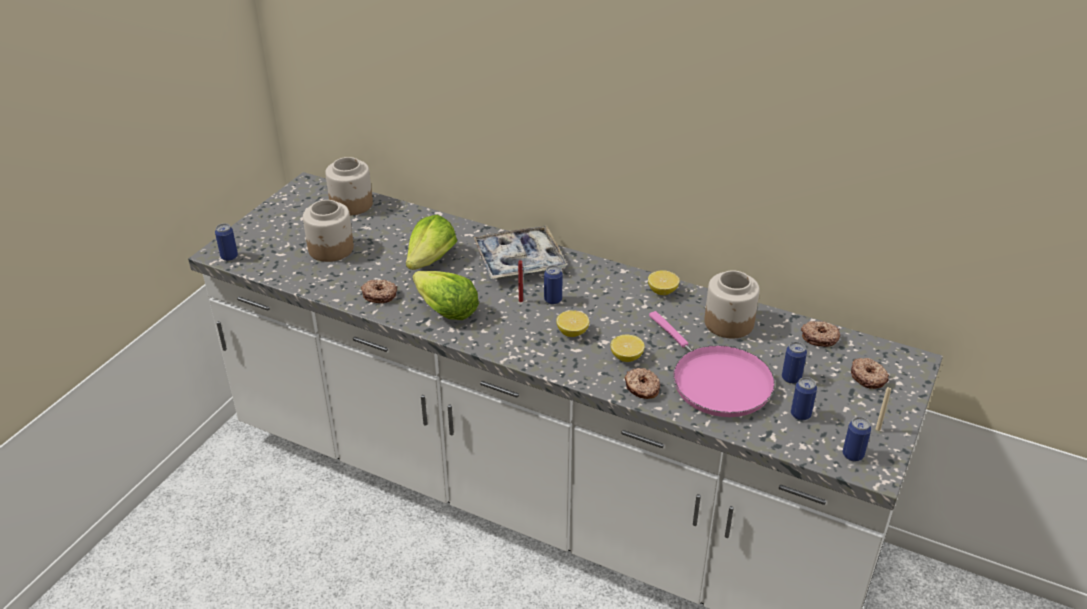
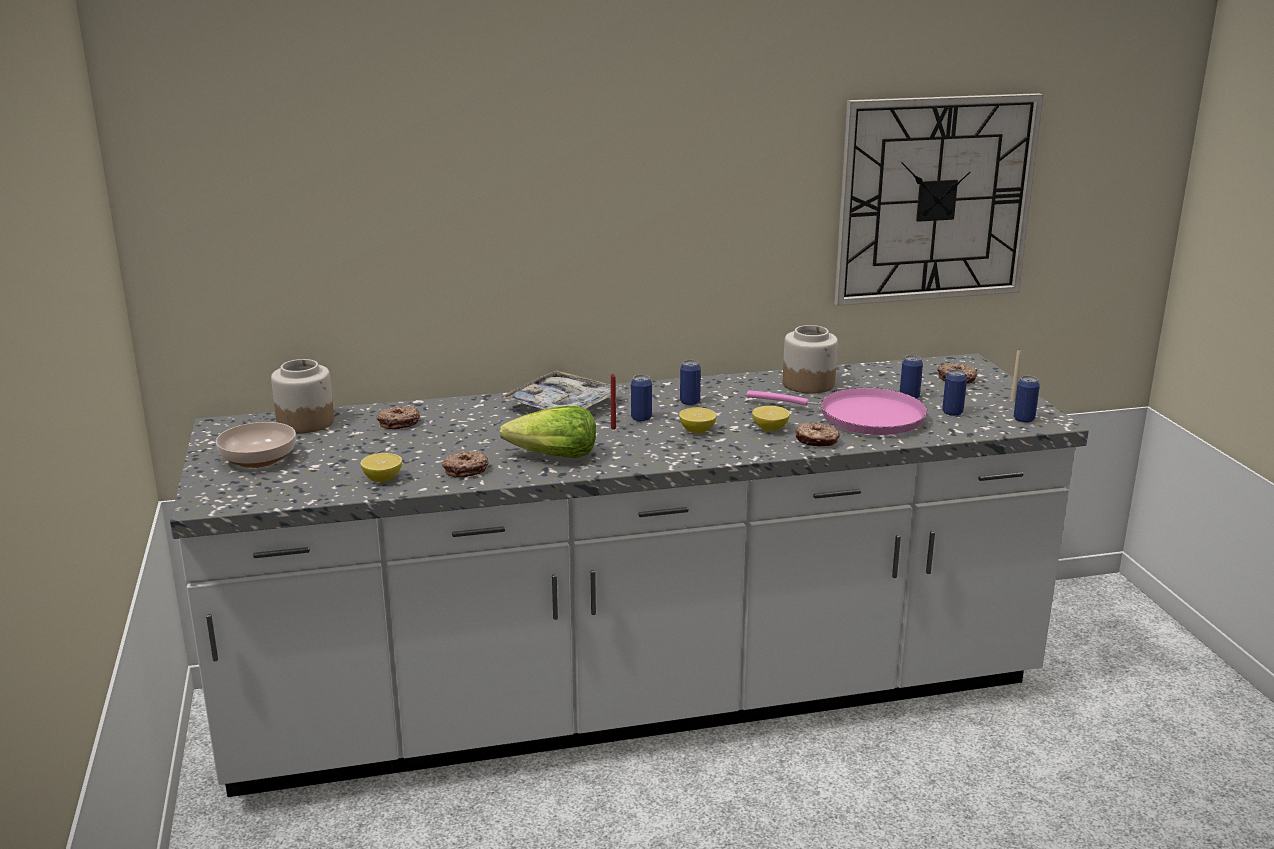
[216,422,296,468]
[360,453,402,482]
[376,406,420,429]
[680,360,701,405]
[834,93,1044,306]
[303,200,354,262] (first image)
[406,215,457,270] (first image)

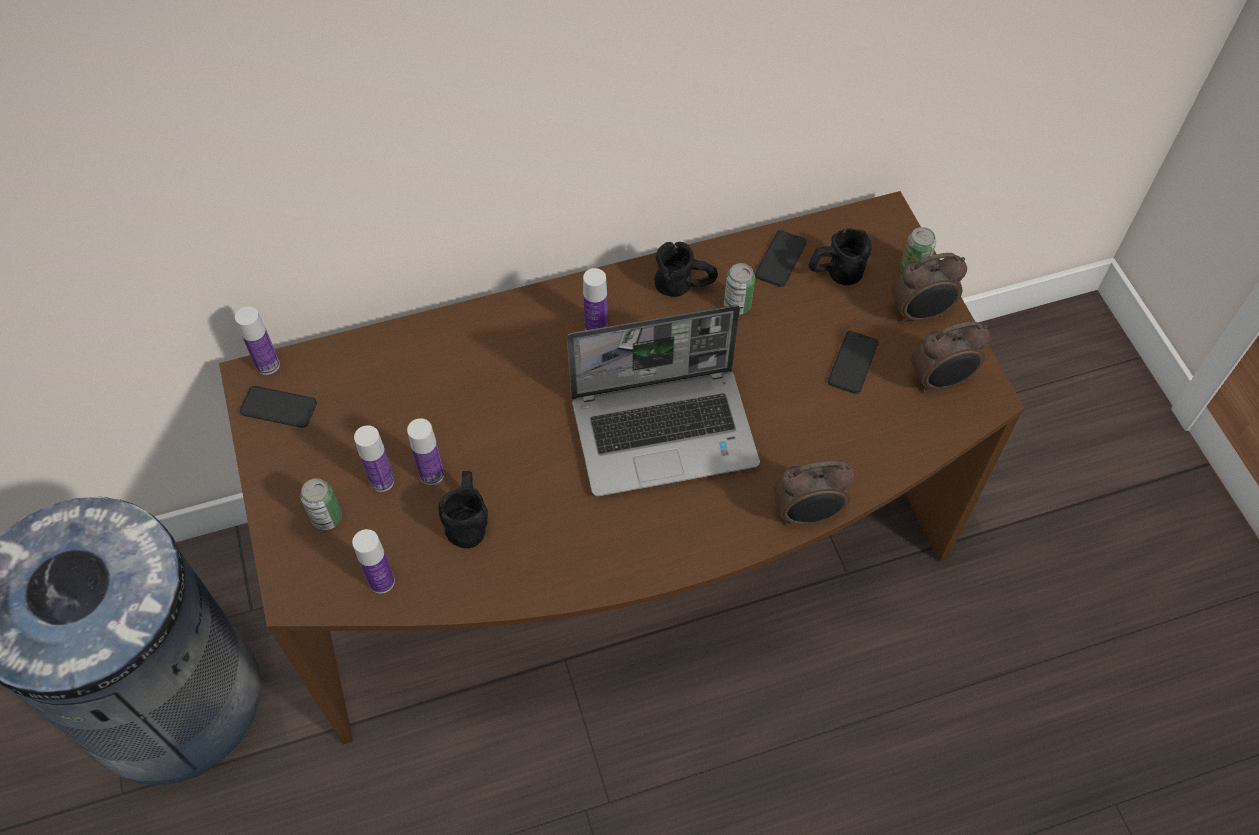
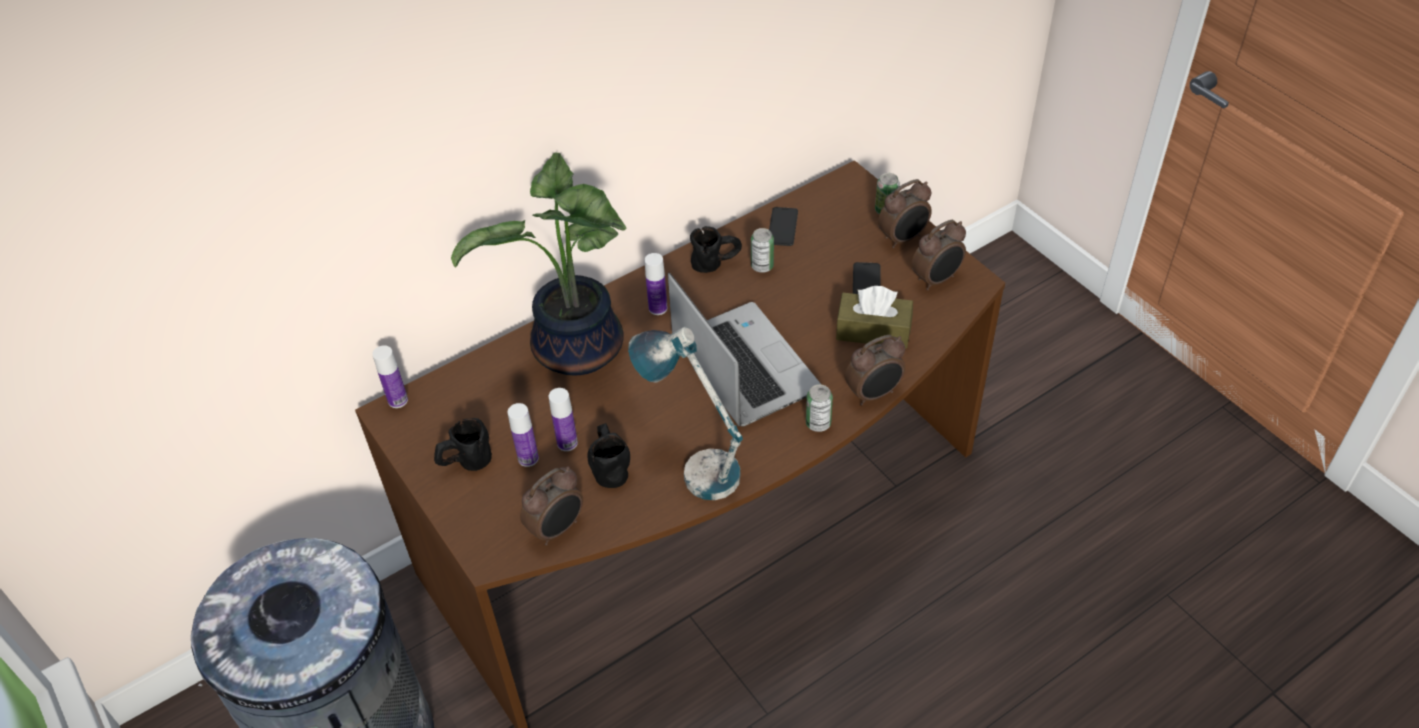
[434,418,492,471]
[451,153,626,376]
[520,466,583,546]
[628,327,743,500]
[668,273,821,427]
[806,384,833,432]
[836,286,913,348]
[240,386,317,428] (first image)

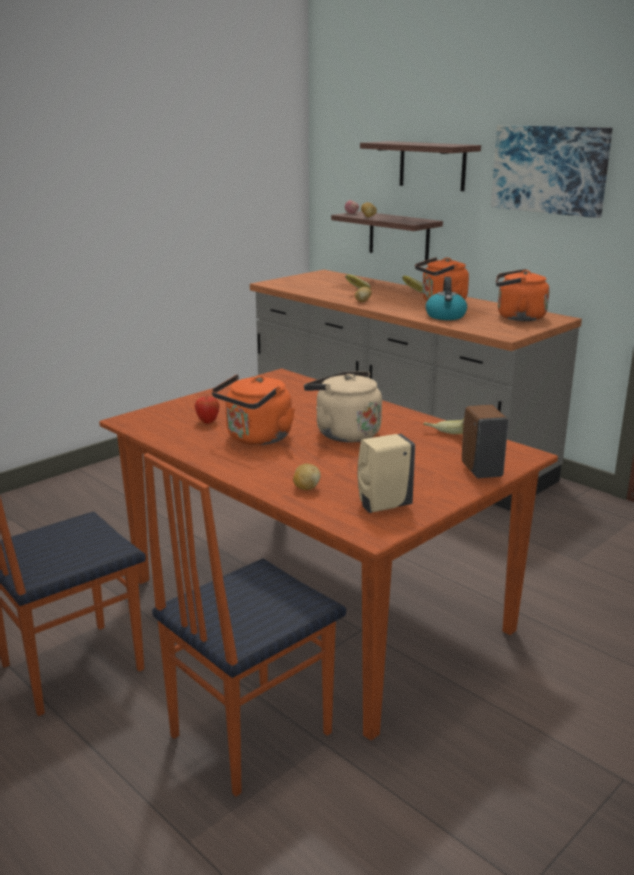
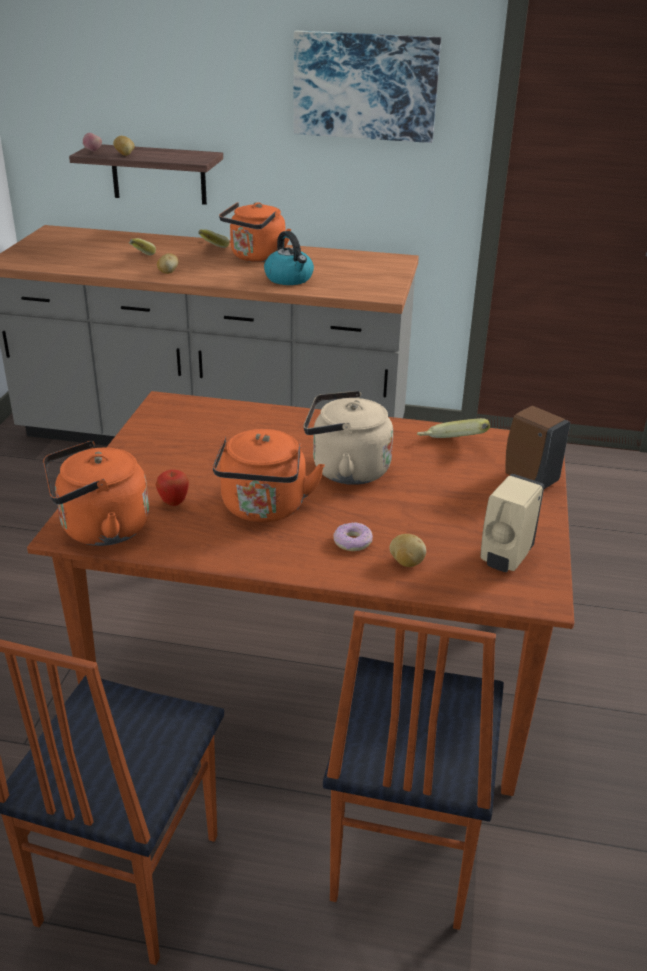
[43,441,149,546]
[333,522,373,551]
[360,141,481,191] (first image)

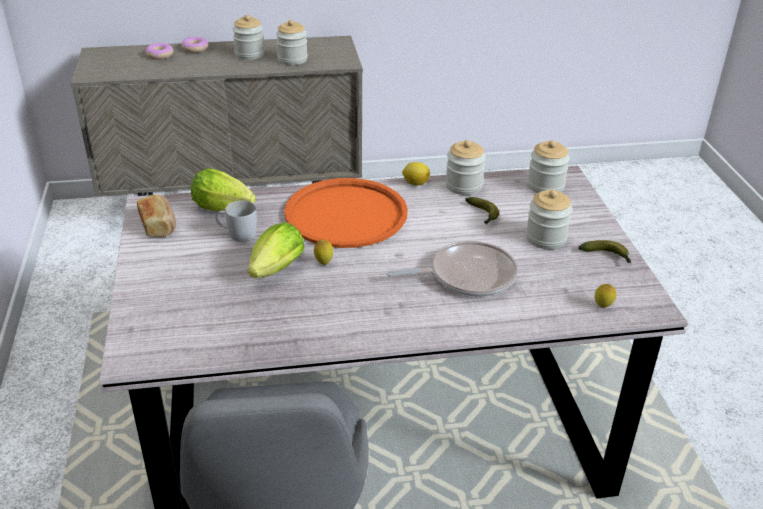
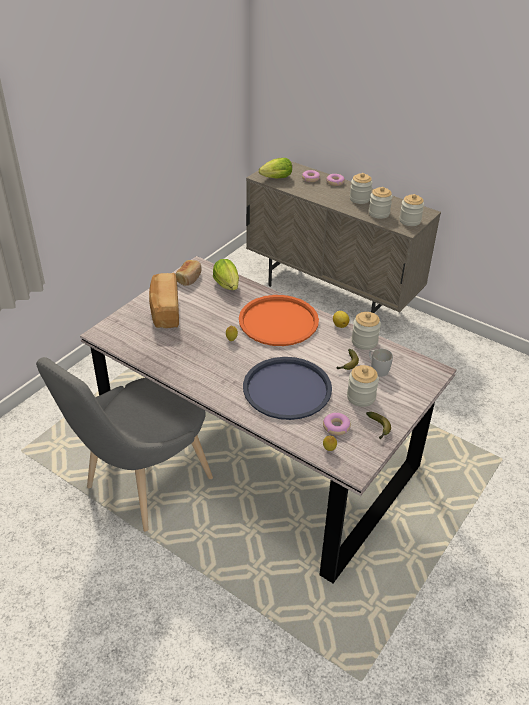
[149,273,179,328]
[243,357,332,420]
[259,158,292,178]
[323,413,351,435]
[369,348,393,377]
[399,194,424,226]

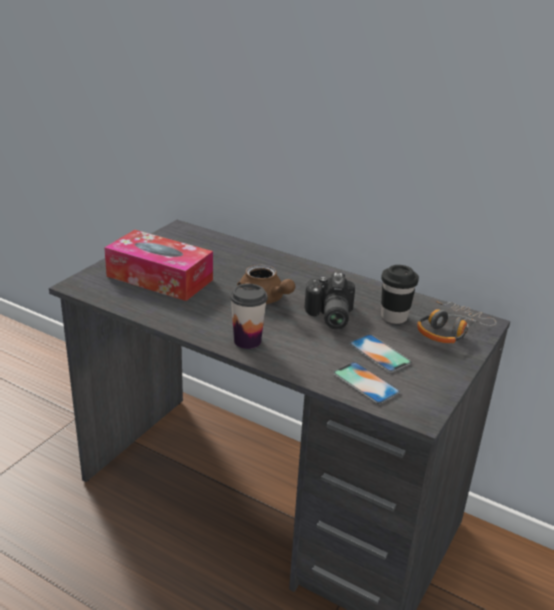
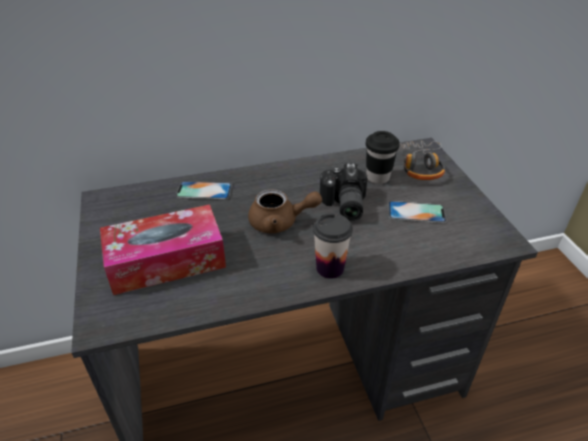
[176,181,232,200]
[320,163,367,221]

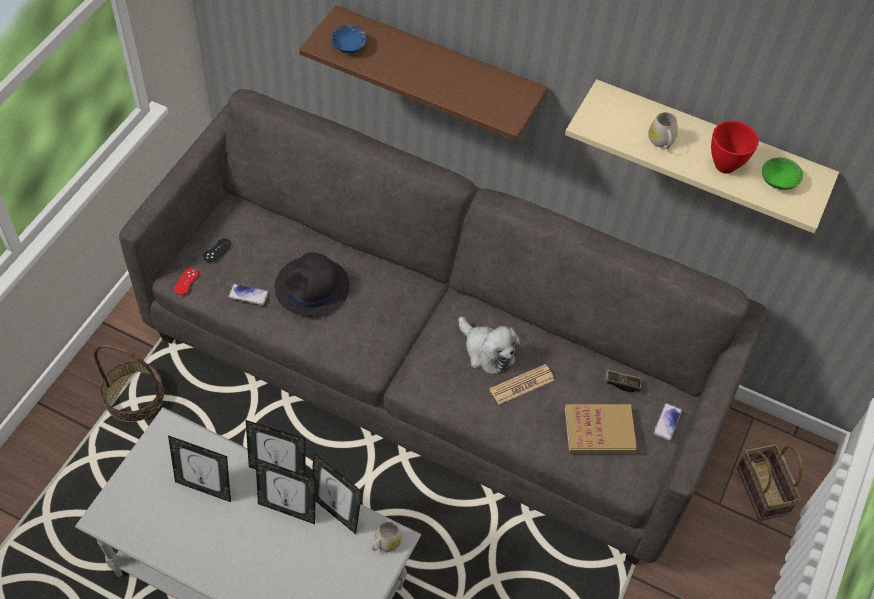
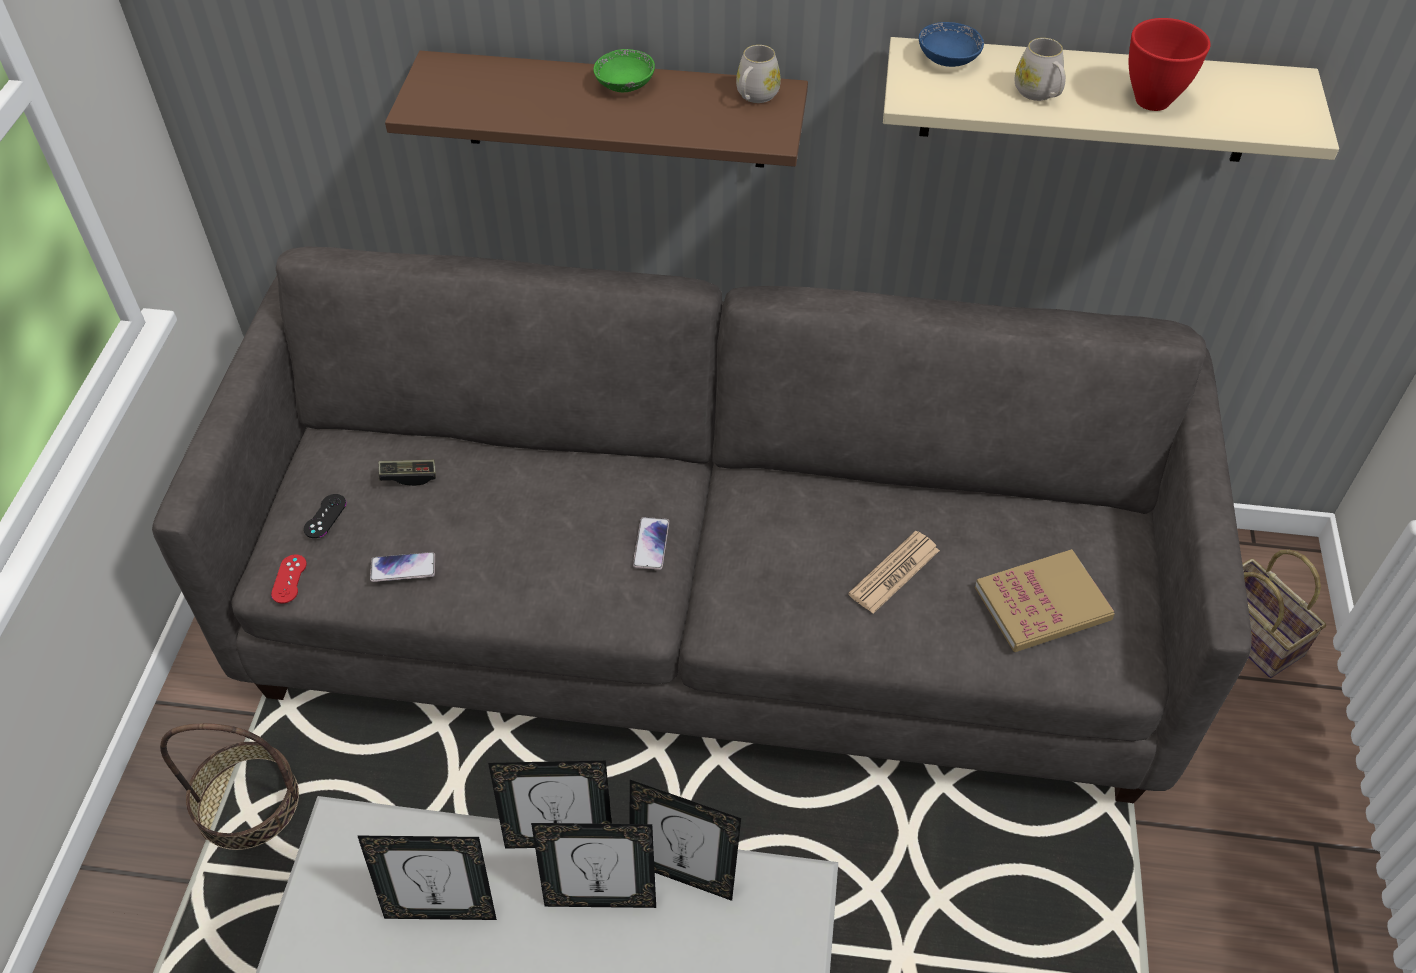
[378,460,436,486]
[593,49,655,92]
[633,517,669,570]
[736,45,781,103]
[919,22,984,67]
[275,252,350,317] (first image)
[459,317,520,374] (first image)

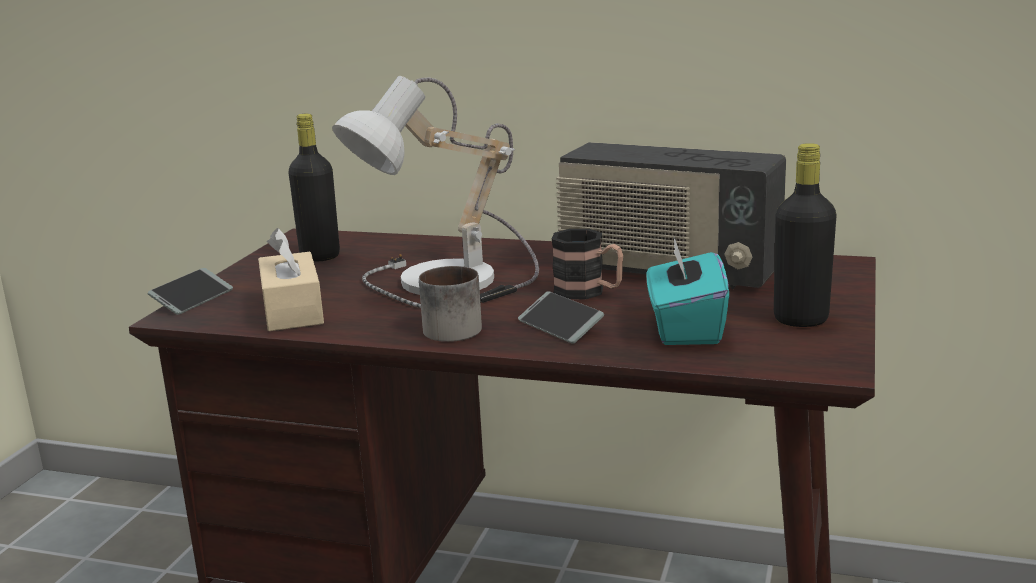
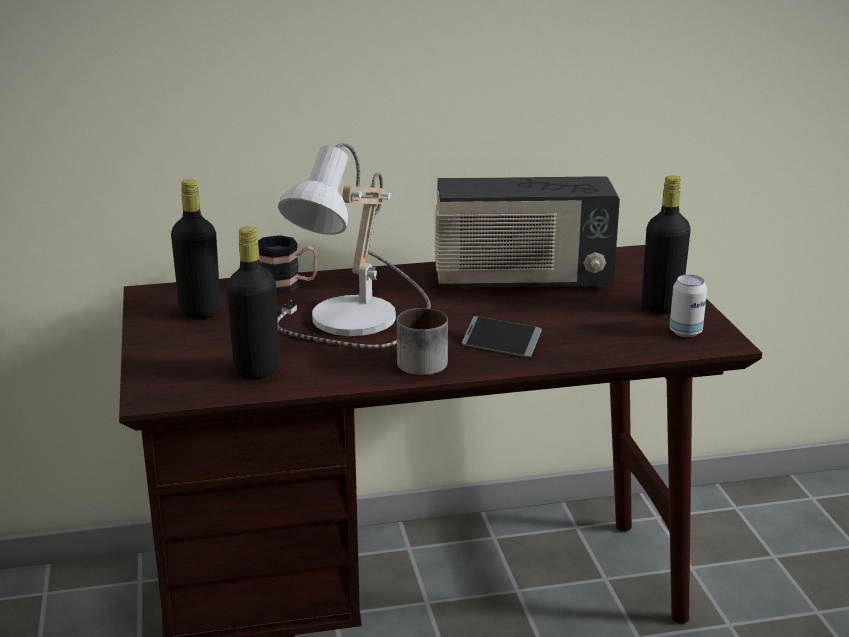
[227,226,279,379]
[258,235,317,295]
[669,275,707,337]
[148,268,233,315] (first image)
[647,237,729,345] (first image)

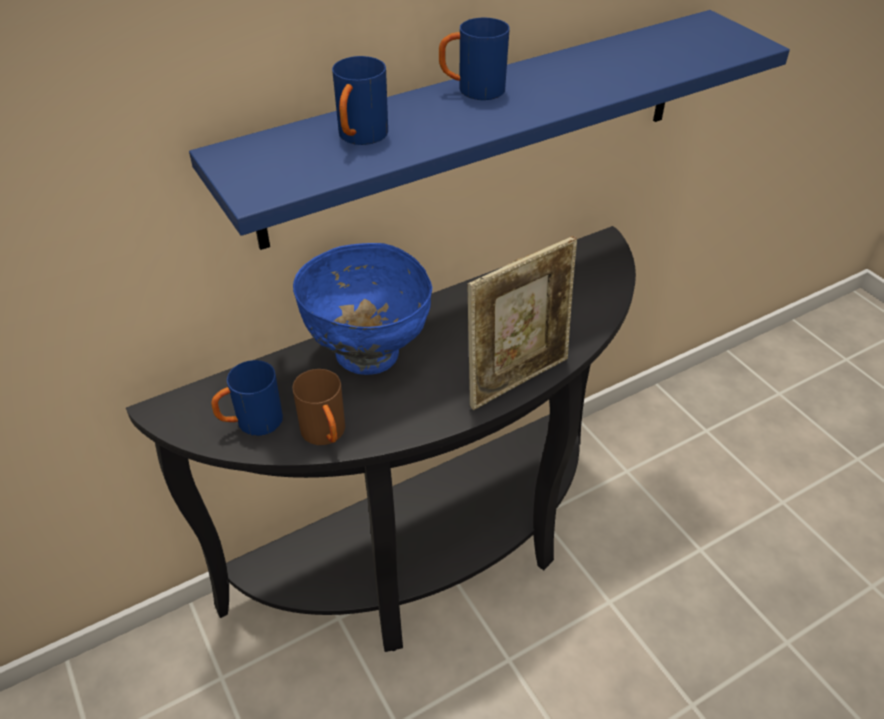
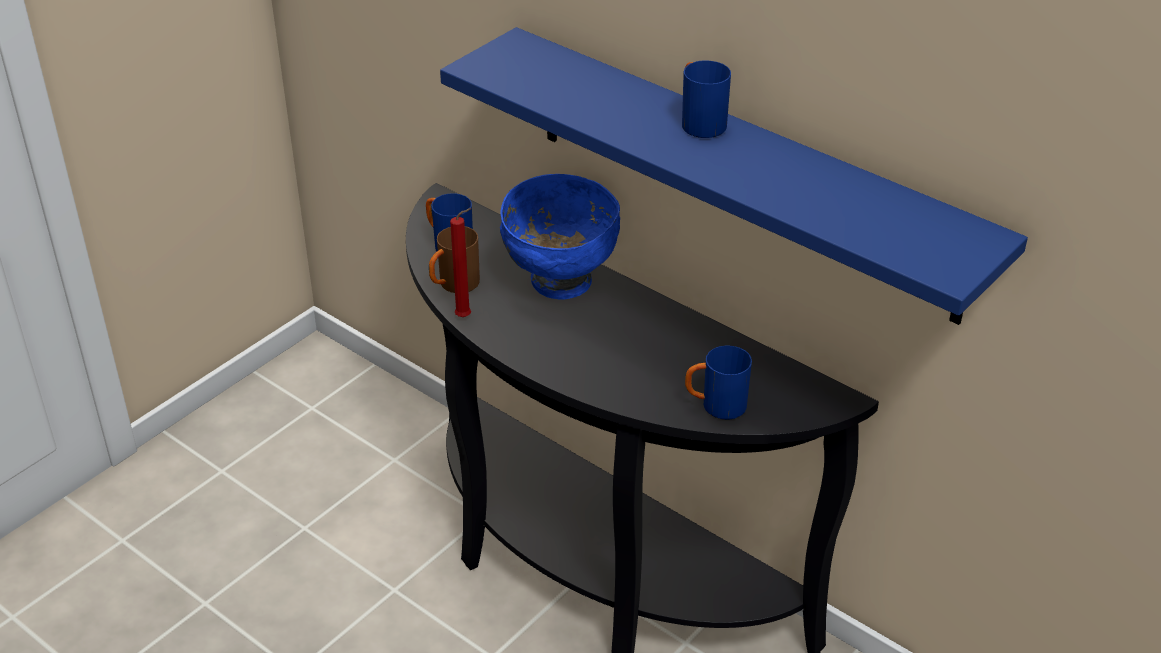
[450,208,471,317]
[685,346,752,420]
[468,236,577,410] (first image)

